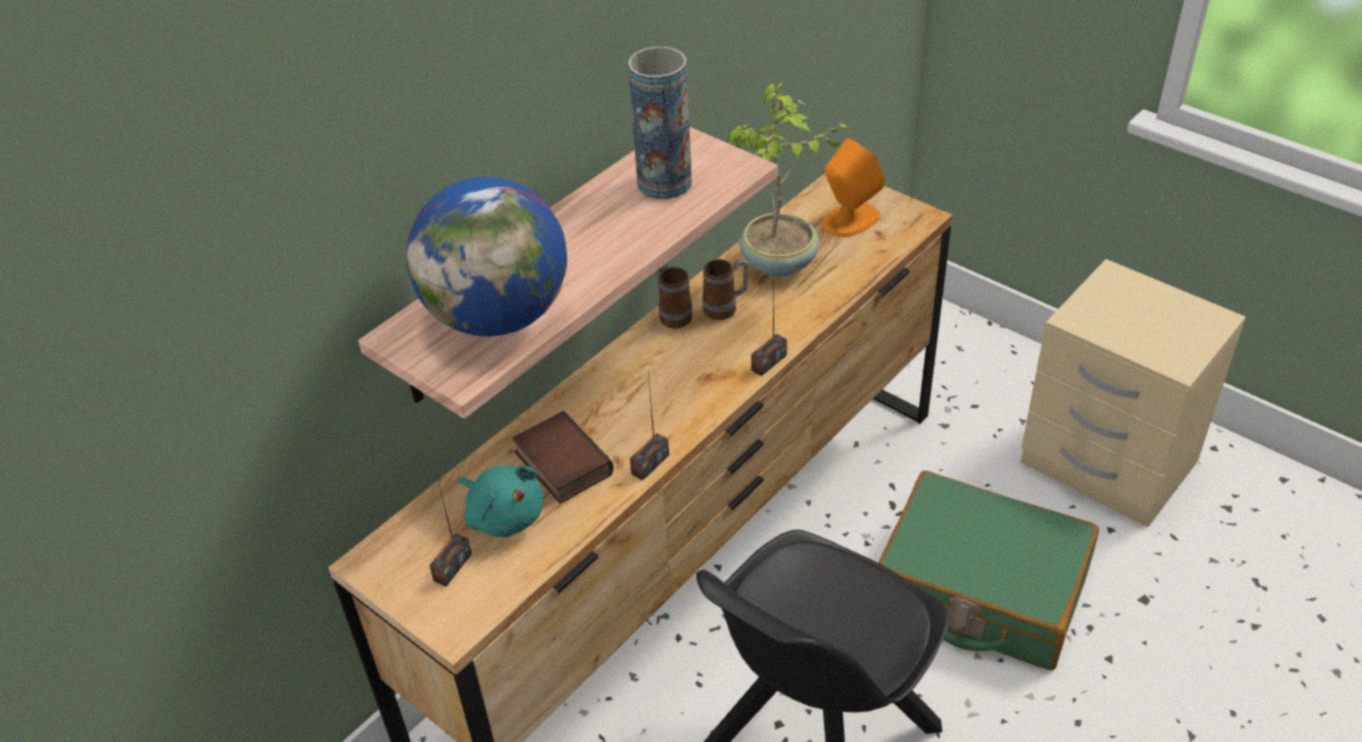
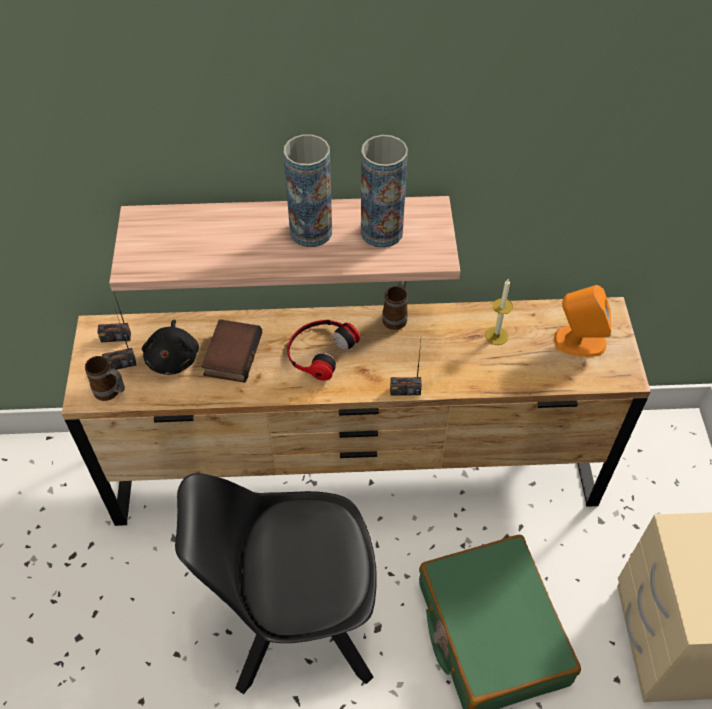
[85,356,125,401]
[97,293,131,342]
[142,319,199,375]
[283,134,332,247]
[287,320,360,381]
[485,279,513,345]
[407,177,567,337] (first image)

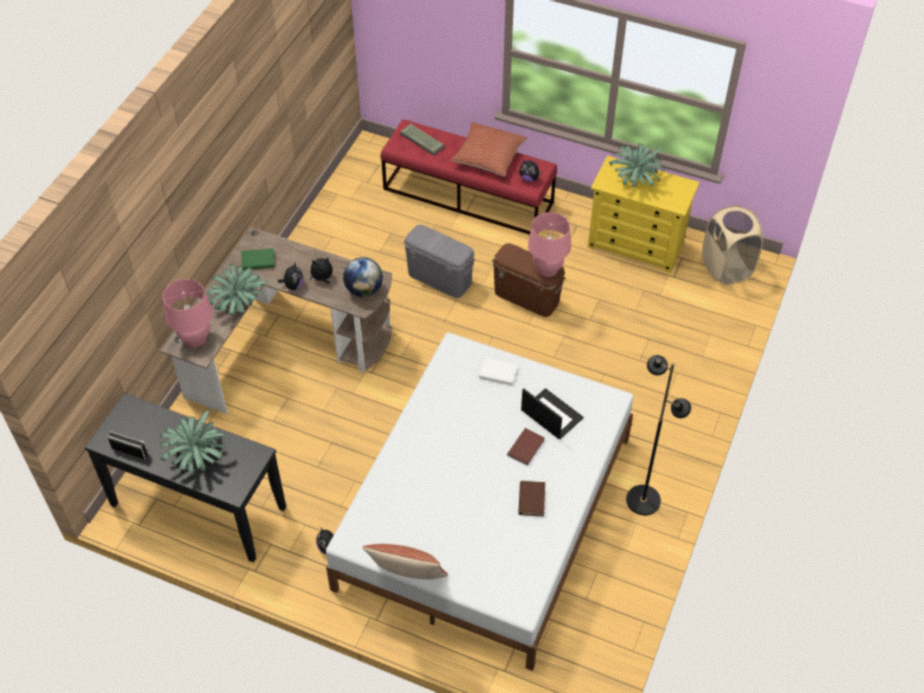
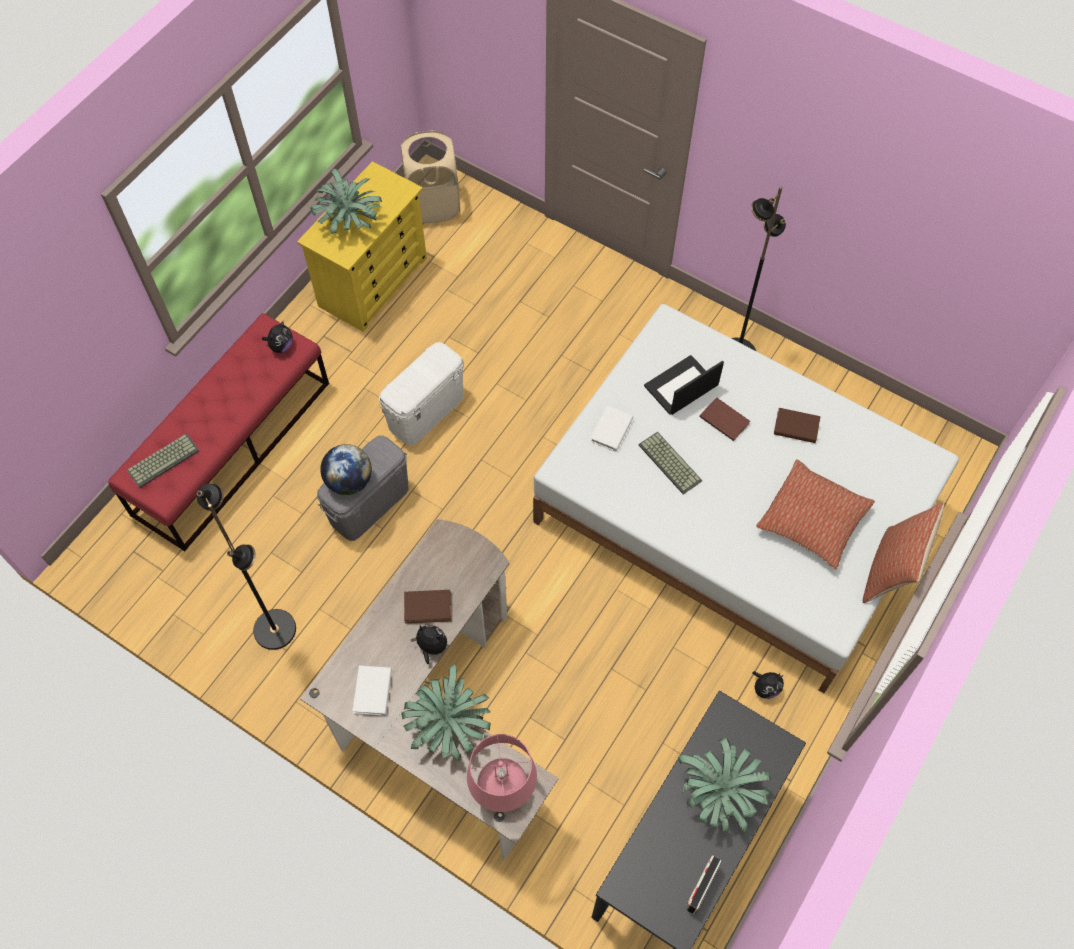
[197,483,296,650]
[320,444,372,495]
[352,665,392,716]
[379,342,464,445]
[404,590,451,623]
[639,432,702,494]
[756,459,875,569]
[528,212,571,277] (first image)

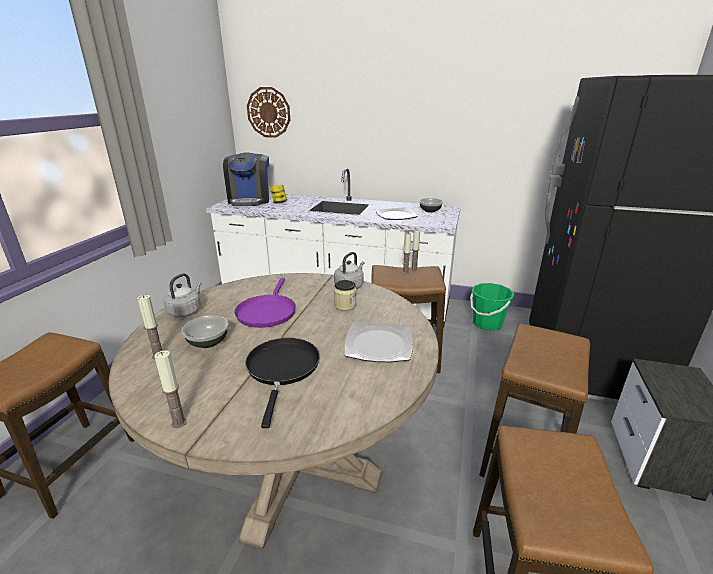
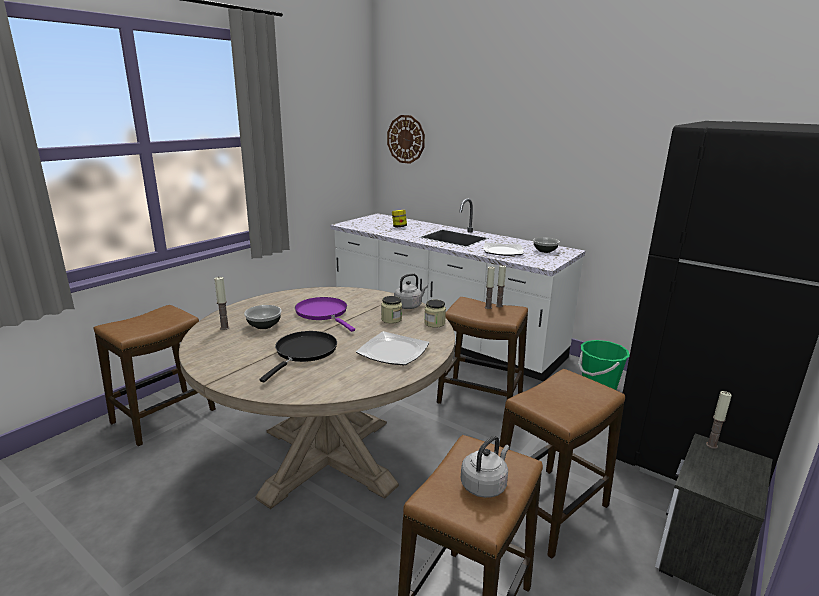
[295,297,355,332]
[424,299,446,328]
[461,436,510,498]
[706,391,732,449]
[223,152,269,206] (first image)

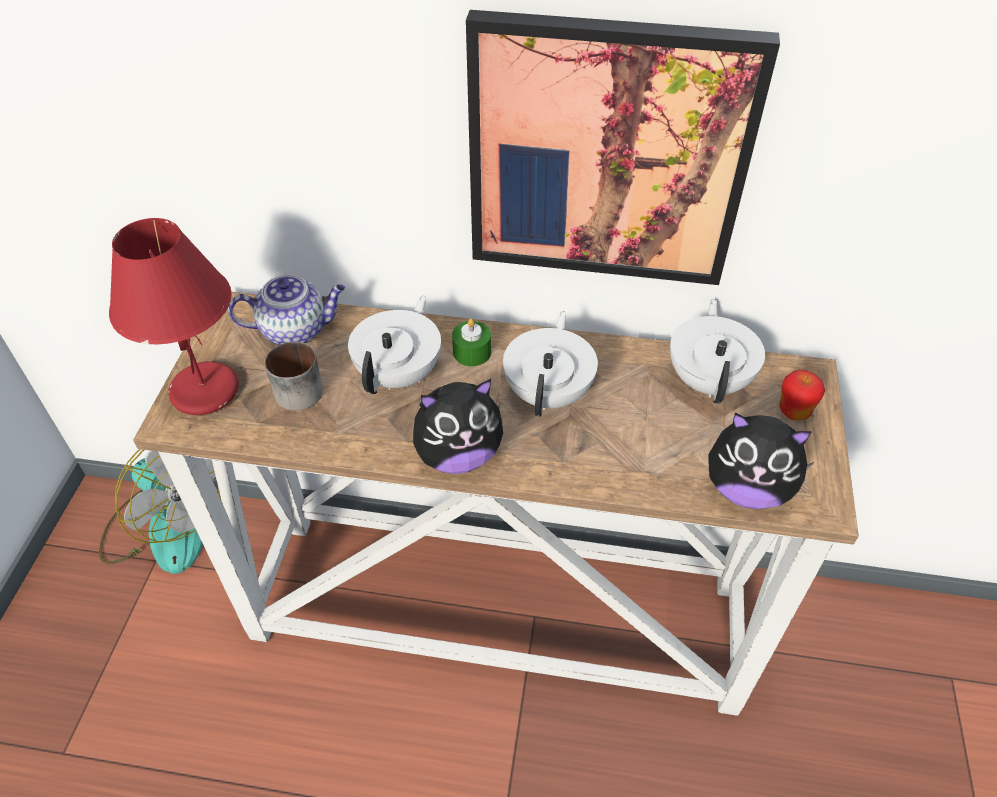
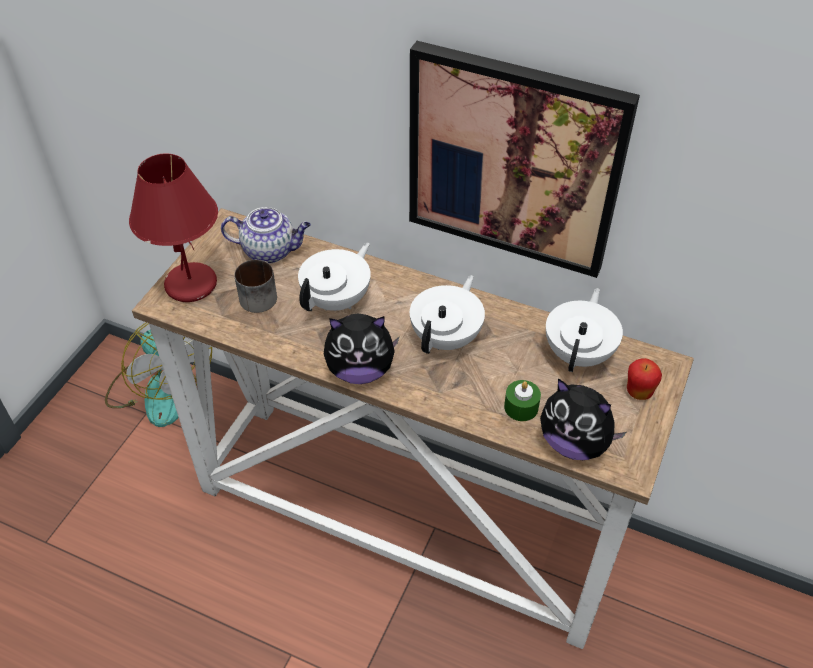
[504,380,541,421]

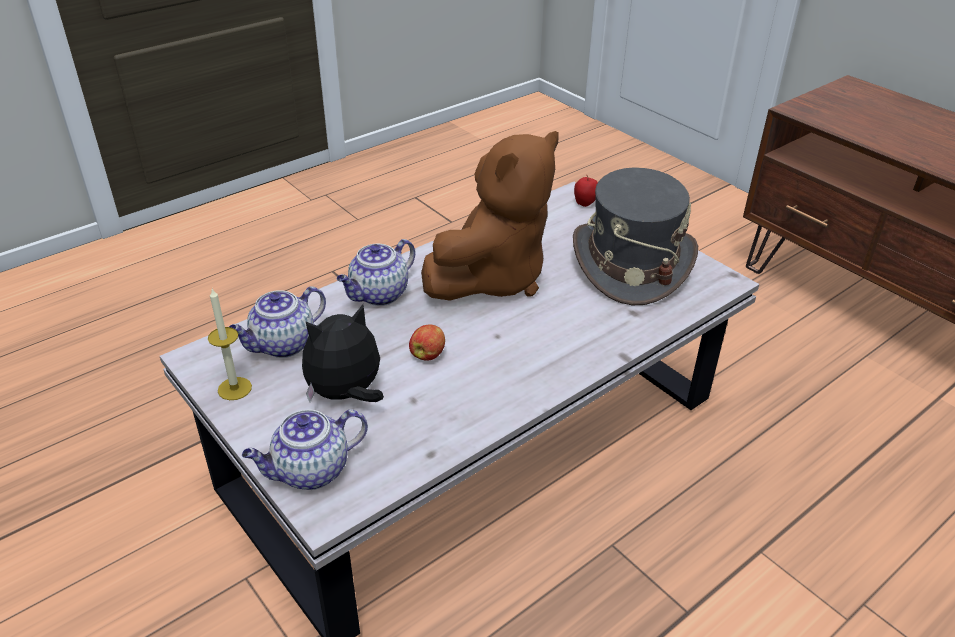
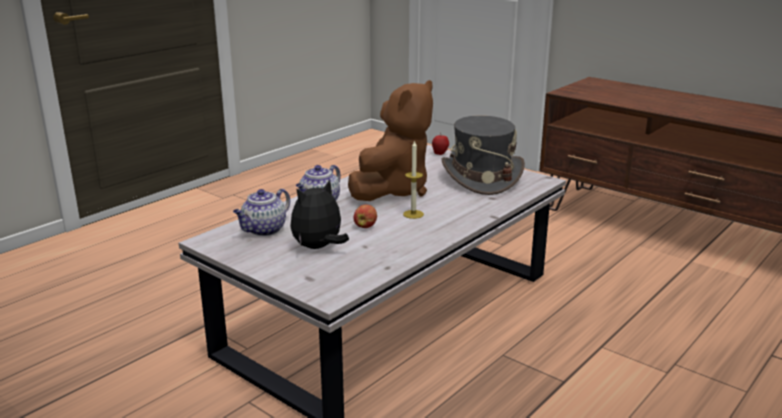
[403,140,424,219]
[242,409,368,490] (first image)

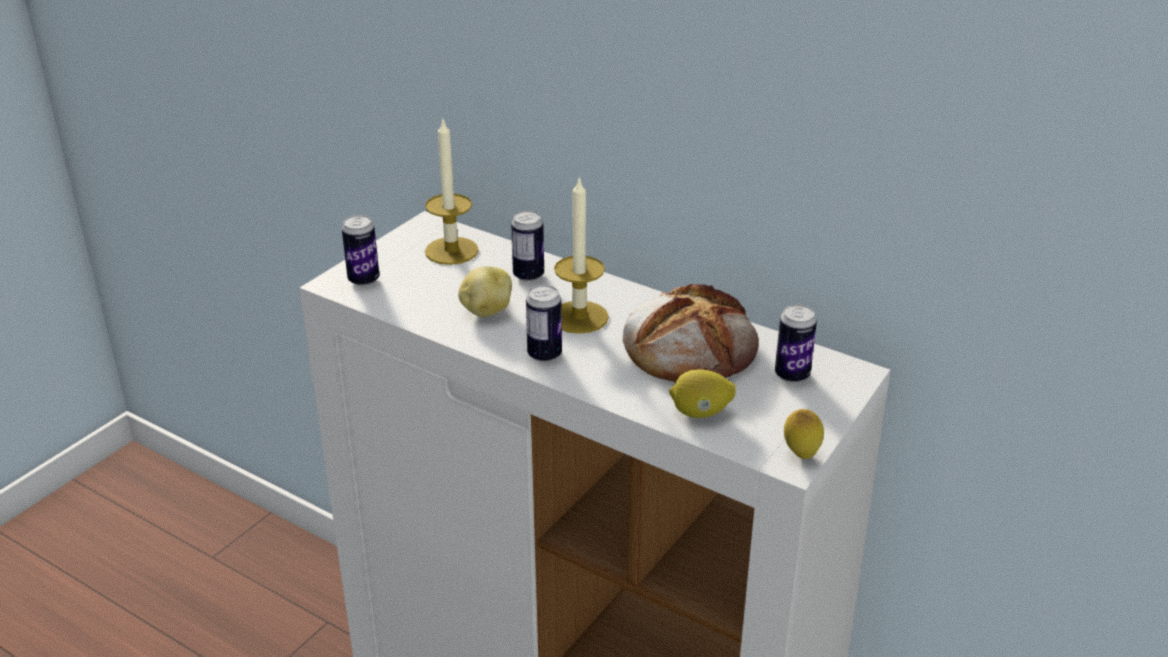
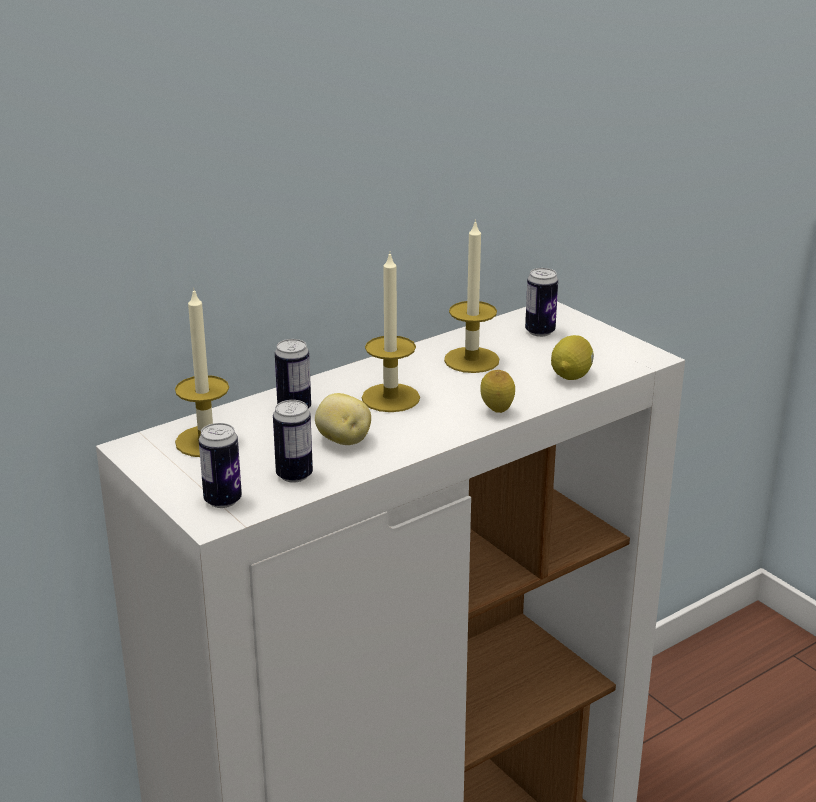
[273,400,313,483]
[444,219,499,373]
[480,370,515,413]

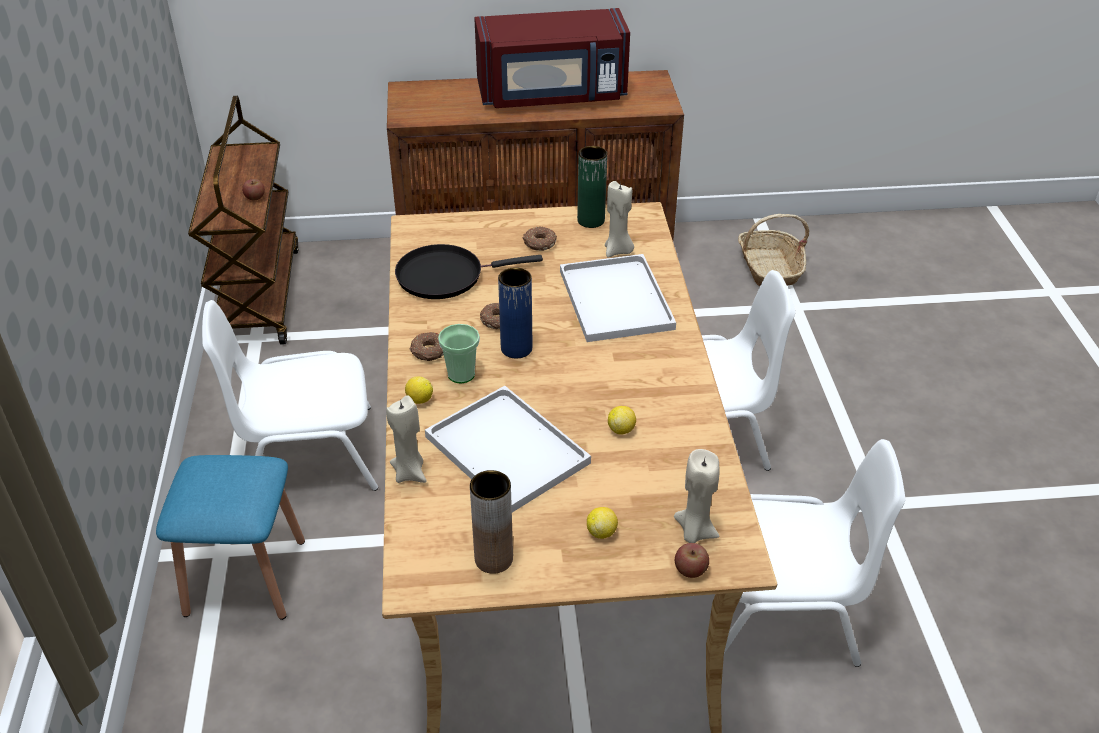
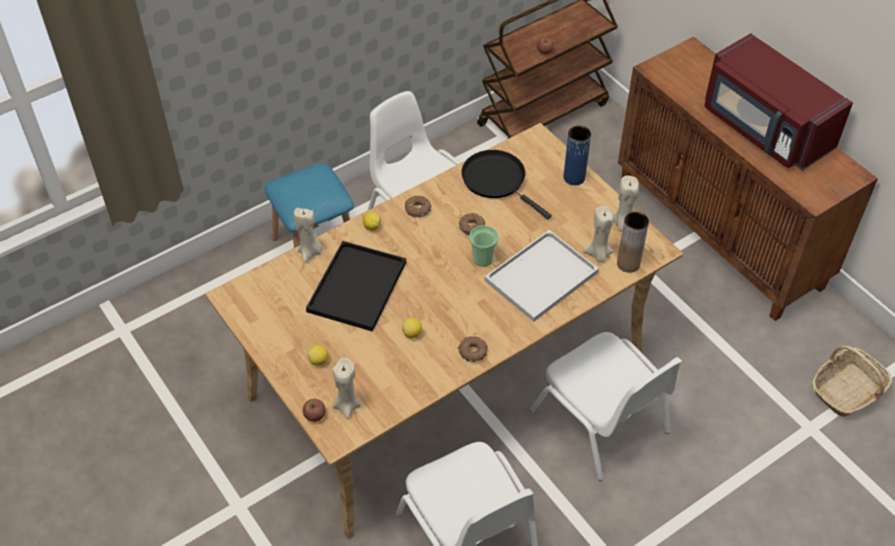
[306,241,406,331]
[458,336,488,362]
[470,226,498,267]
[564,126,591,185]
[612,176,639,232]
[617,212,649,273]

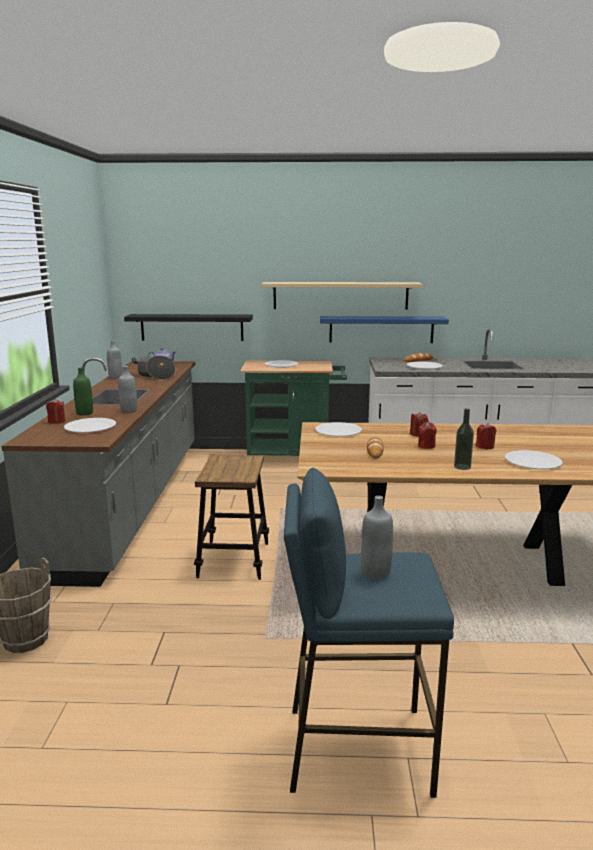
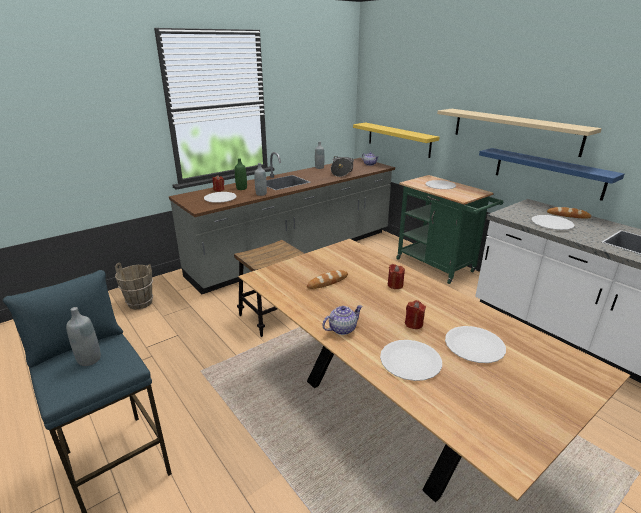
[322,305,363,335]
[353,123,439,158]
[445,326,506,363]
[418,422,437,449] (first image)

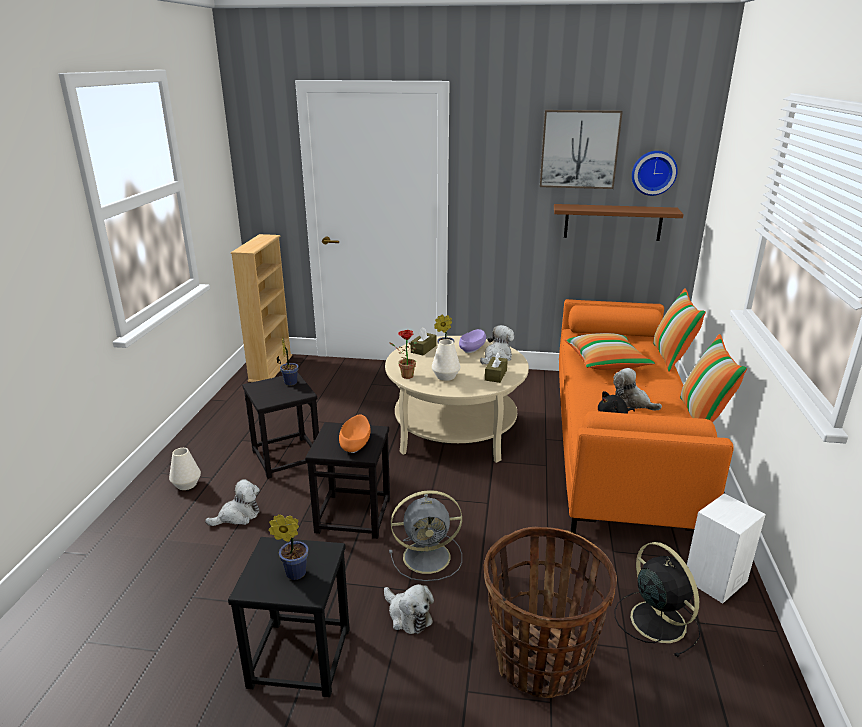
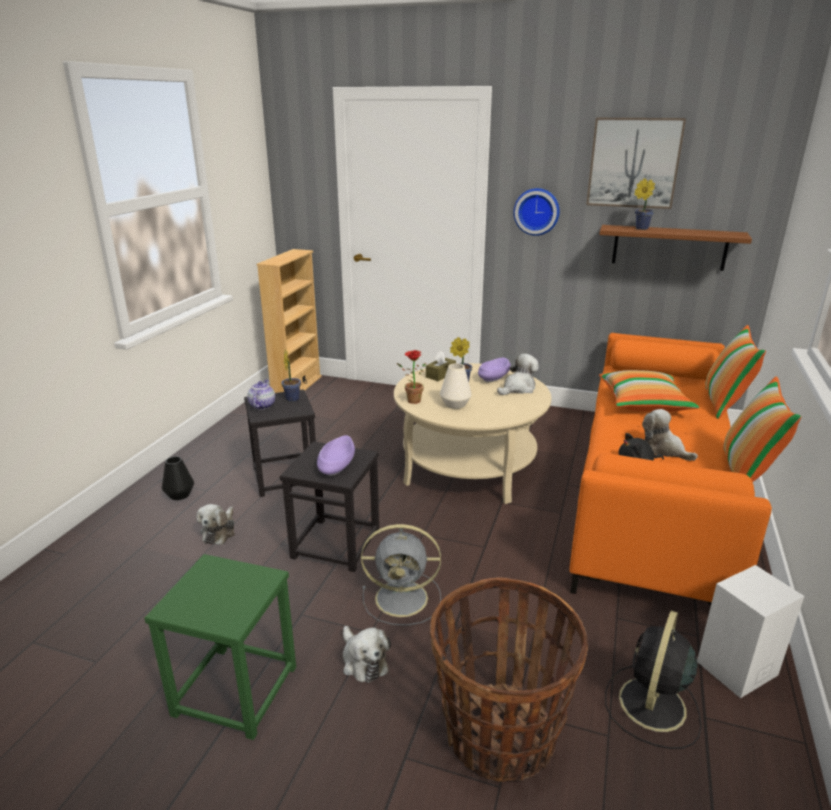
[145,554,296,740]
[162,456,194,500]
[196,504,235,545]
[247,380,275,410]
[317,435,355,476]
[513,188,560,236]
[605,611,702,749]
[634,178,655,230]
[485,352,508,383] (first image)

